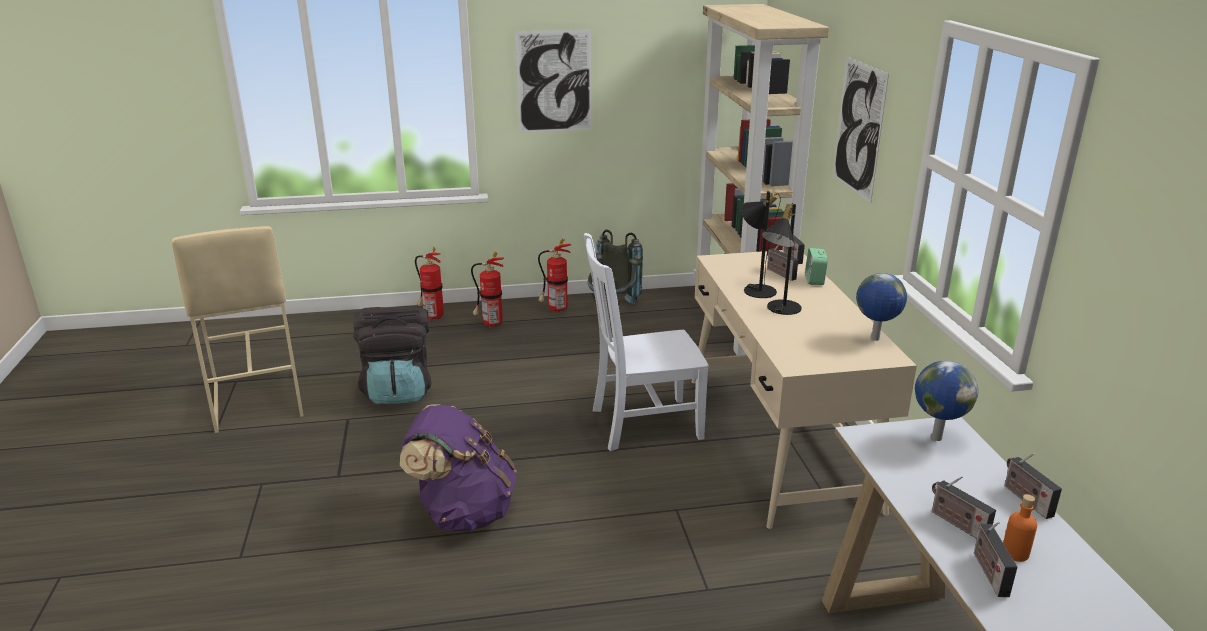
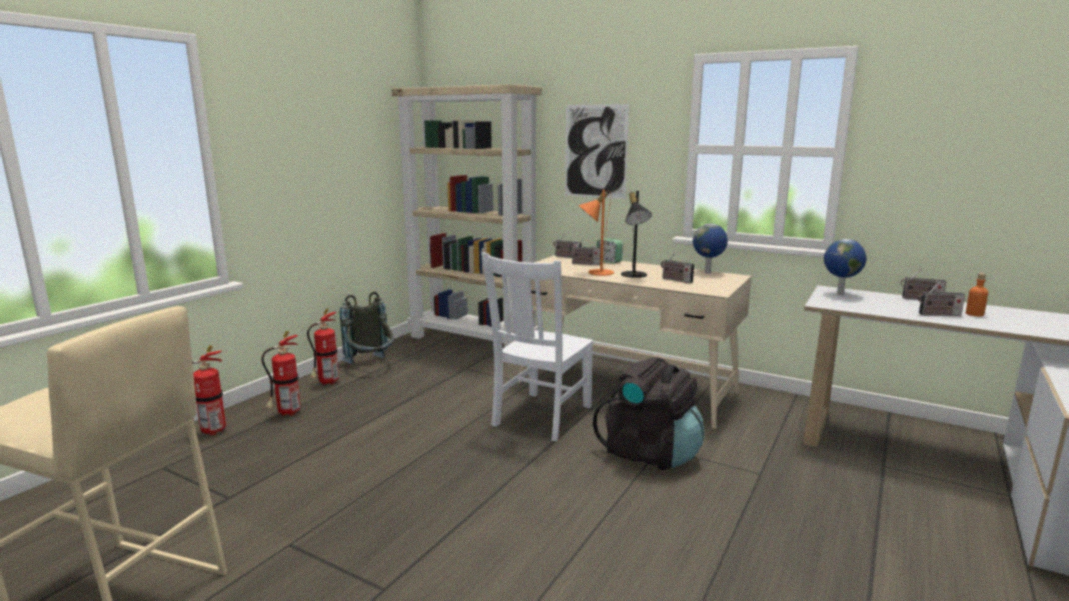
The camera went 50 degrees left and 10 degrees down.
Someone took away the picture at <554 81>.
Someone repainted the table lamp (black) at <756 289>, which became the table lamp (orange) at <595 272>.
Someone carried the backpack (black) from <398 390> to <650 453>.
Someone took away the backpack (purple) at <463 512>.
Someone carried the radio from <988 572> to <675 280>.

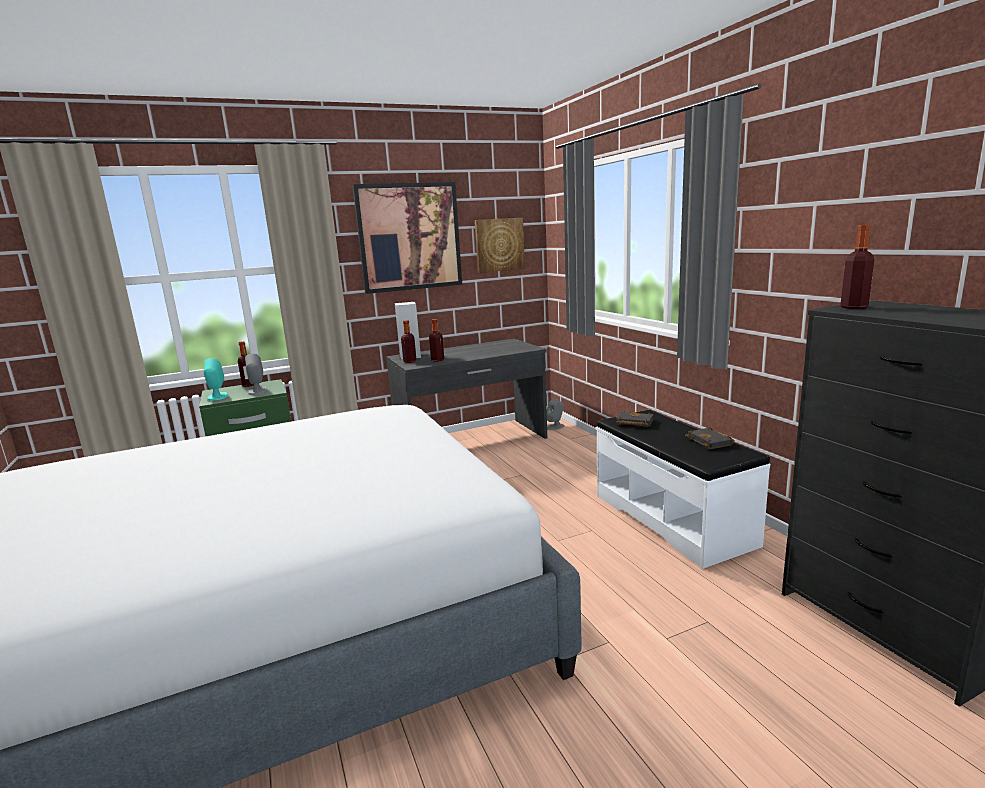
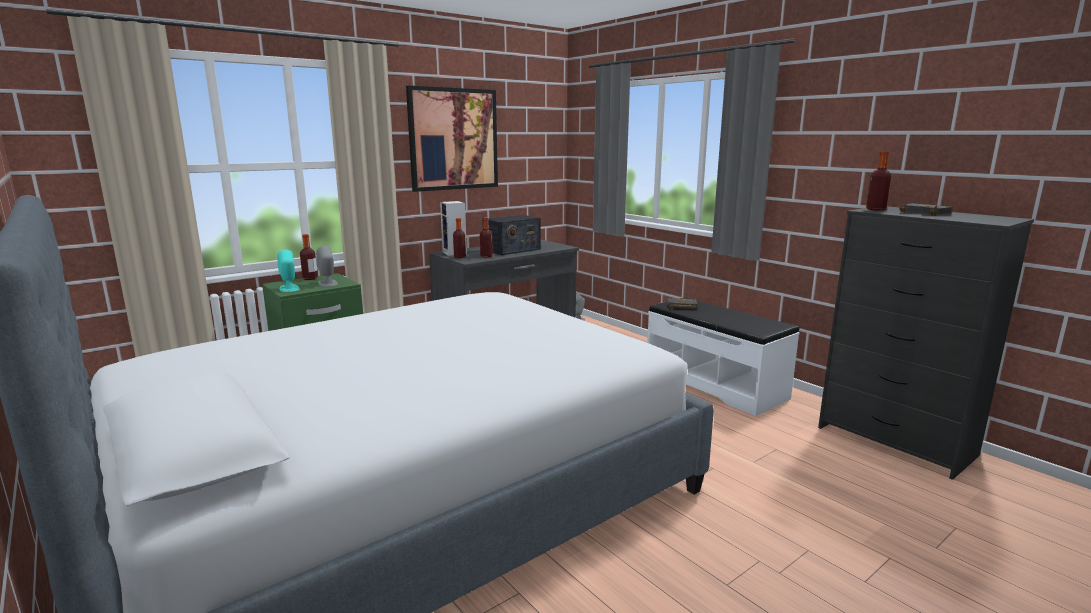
The camera went 15 degrees left and 0 degrees up.
Someone took away the picture at <499 245>.
Someone carried the book (black) from <711 442> to <927 213>.
Someone put down the radio at <511 250>.

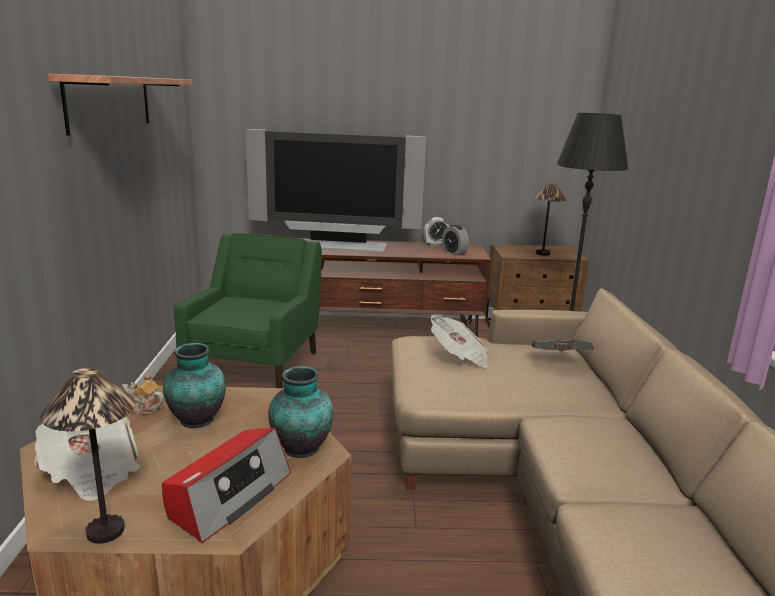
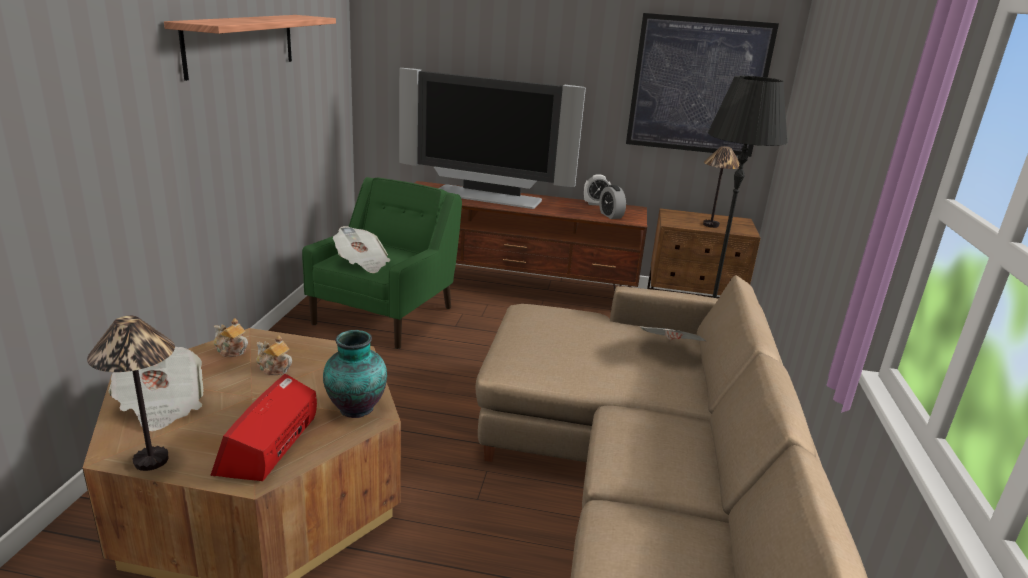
The camera went 10 degrees right and 5 degrees up.
Someone carried the newspaper from <459 357> to <362 263>.
Someone swapped the vase at <197 421> for the teapot at <273 368>.
Someone rotated the radio at <228 496> by 150 degrees clockwise.
Someone put up the picture at <698 86>.

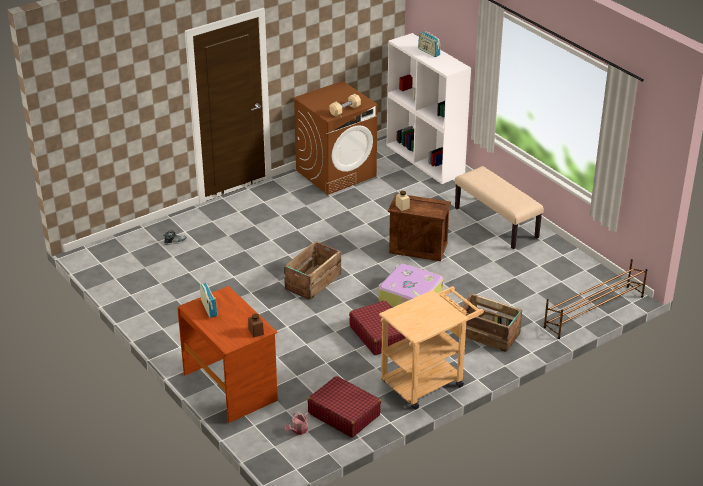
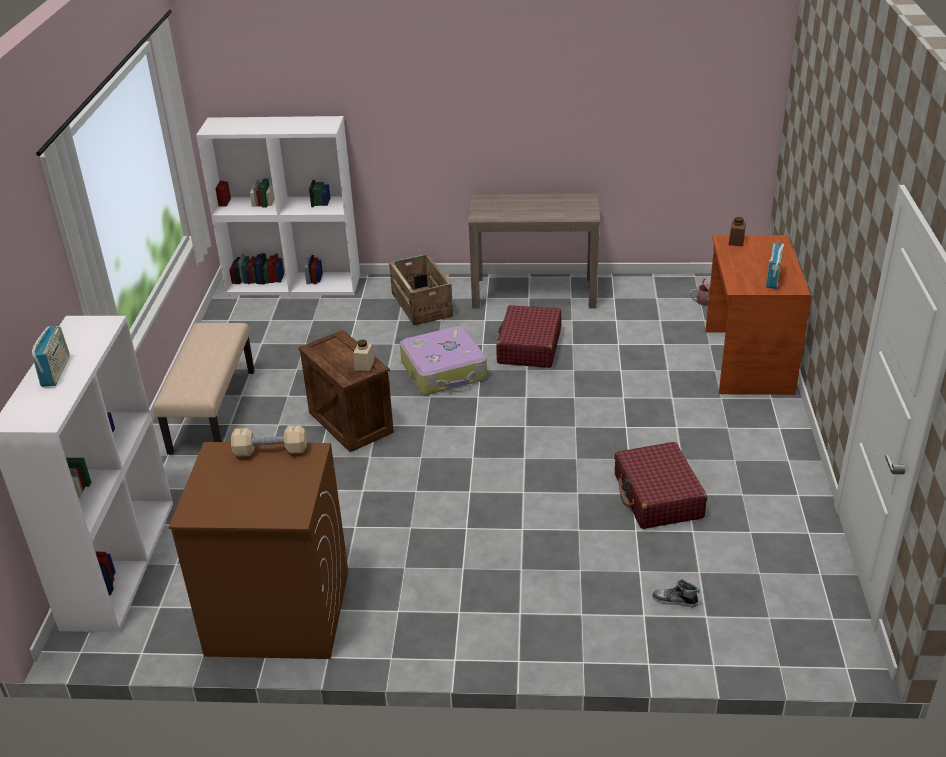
The camera went 140 degrees left and 0 degrees up.
Someone took away the crate at <312 282>.
Someone swapped the shoe rack (brown) at <593 312> for the bookcase (white) at <295 284>.
Someone swapped the cart (beige) at <428 380> for the console table (brown) at <534 292>.
Someone carried the suitcase (red) from <344 414> to <657 497>.

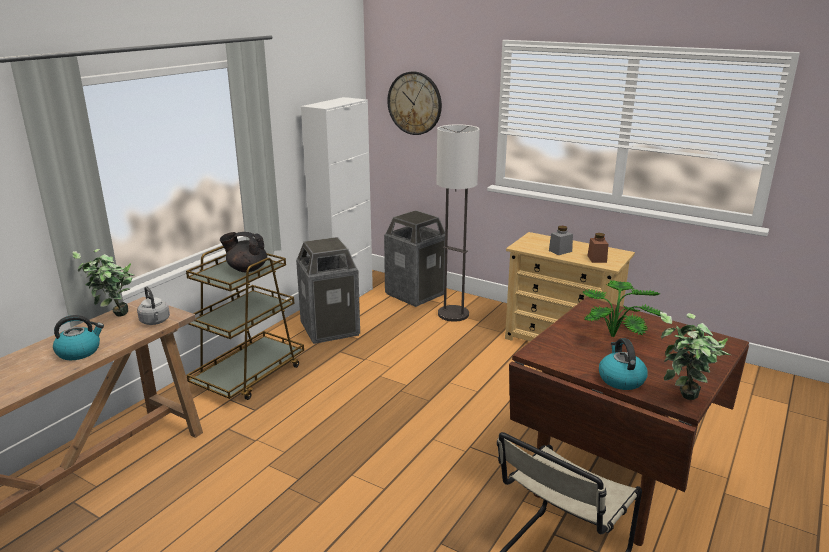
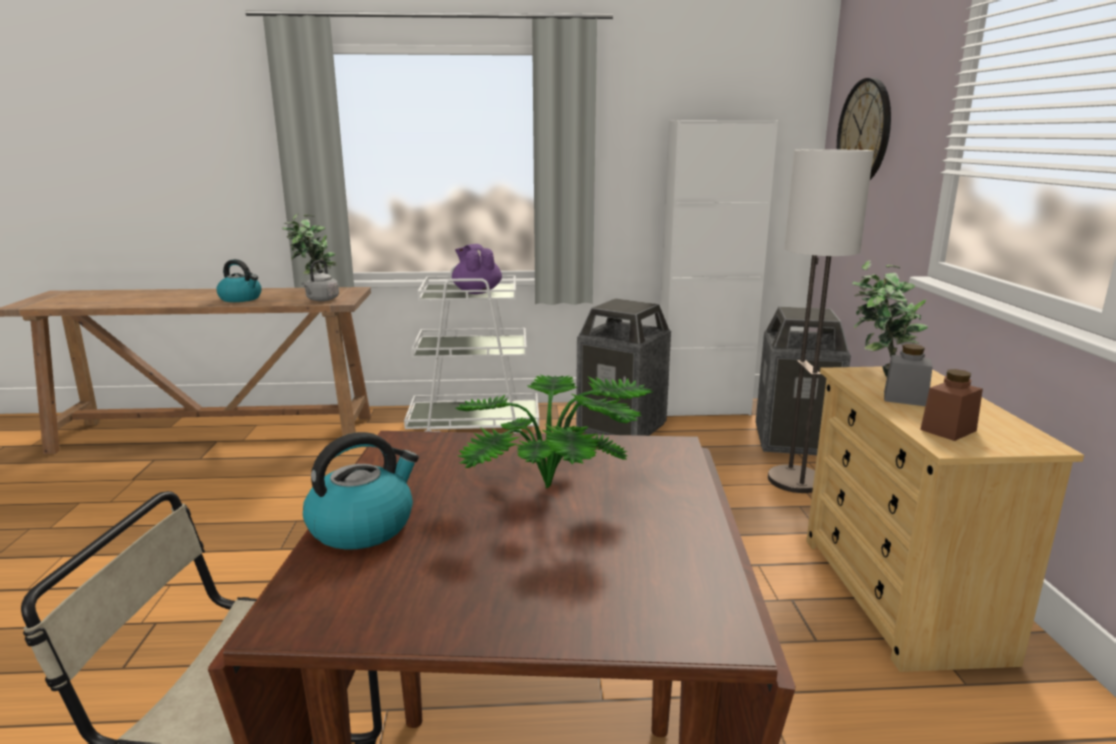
The camera went 55 degrees right and 5 degrees down.
Someone repainted the teapot (black) at <246 269>, which became the teapot (purple) at <476 292>.
Someone repainted the cart (brown) at <249 375>, which became the cart (white) at <475 428>.
Someone carried the potted plant from <682 400> to <878 375>.

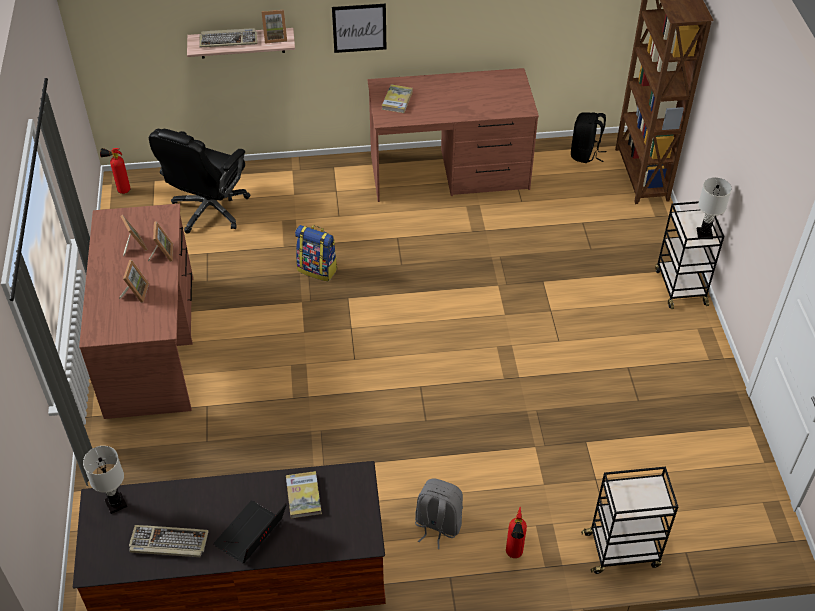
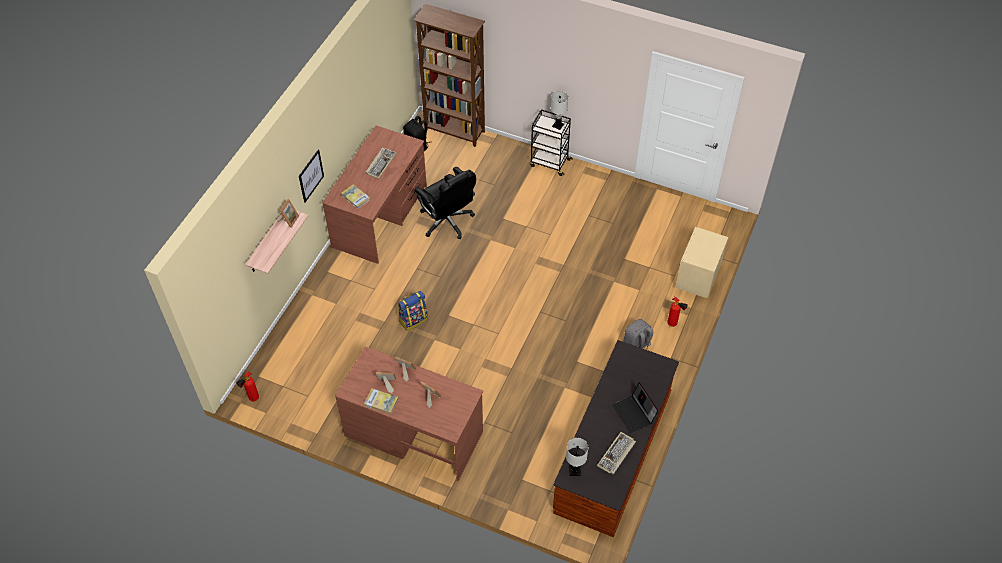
The camera went 60 degrees left and 5 degrees up.
Someone carried the keyboard from <229 40> to <380 163>.
Someone carried the office chair (black) from <209 210> to <447 221>.
Someone swapped the cart (black) at <622 550> for the nightstand (beige) at <696 279>.
Someone carried the book from <303 496> to <381 402>.

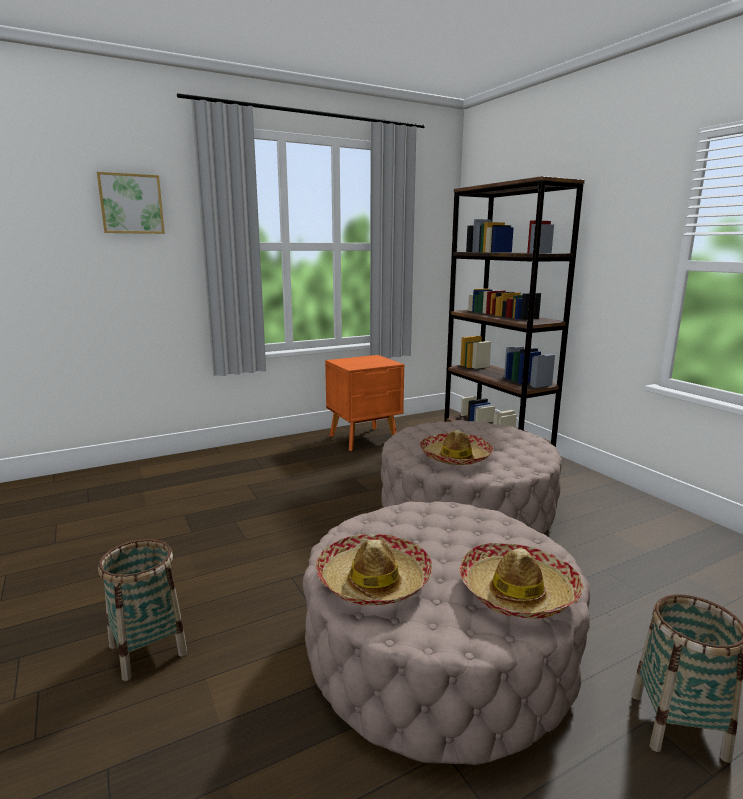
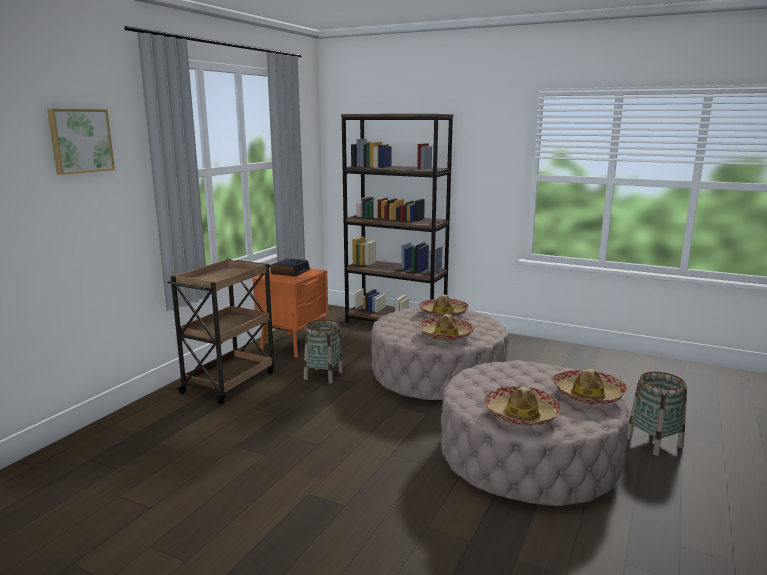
The camera went 35 degrees left and 0 degrees up.
Someone carried the basket from <148 650> to <323 375>.
Someone put down the alarm clock at <290 271>.
Someone put down the cart (brown) at <230 382>.
Someone put down the hat at <443 313>.

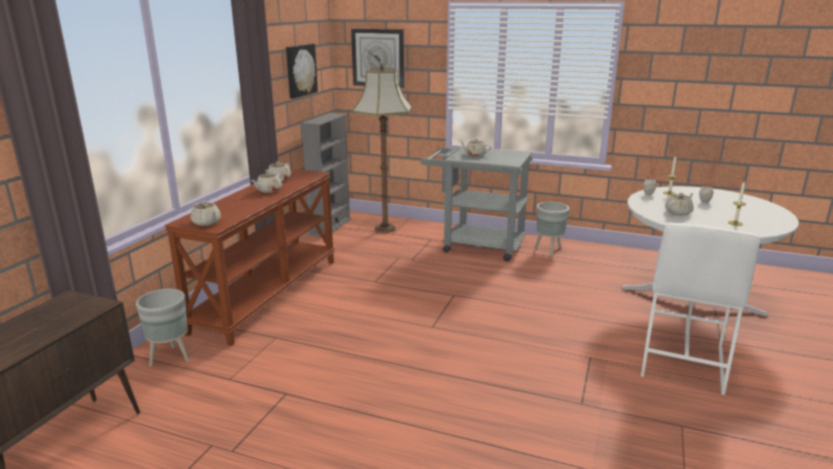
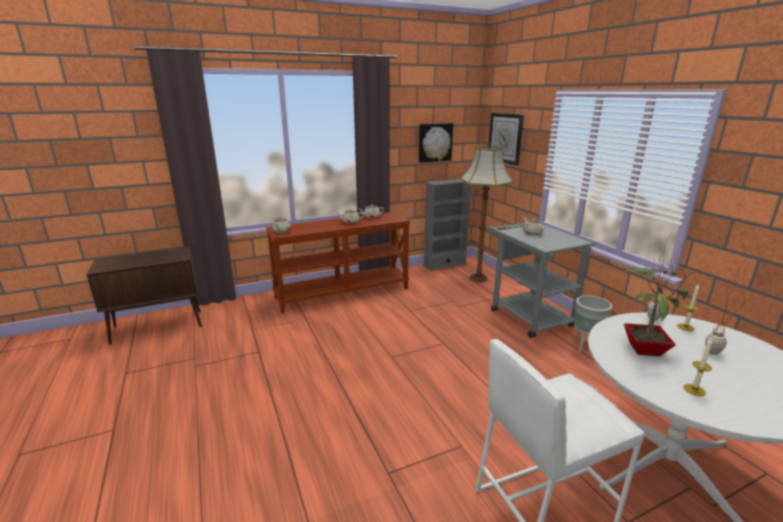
The camera went 45 degrees right and 0 degrees up.
Someone swapped the teapot (beige) at <678 212> for the potted plant at <643 348>.
Someone took away the planter (grey) at <170 357>.

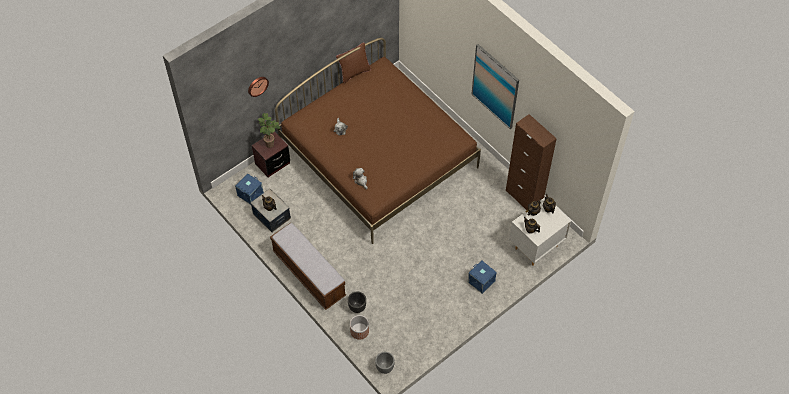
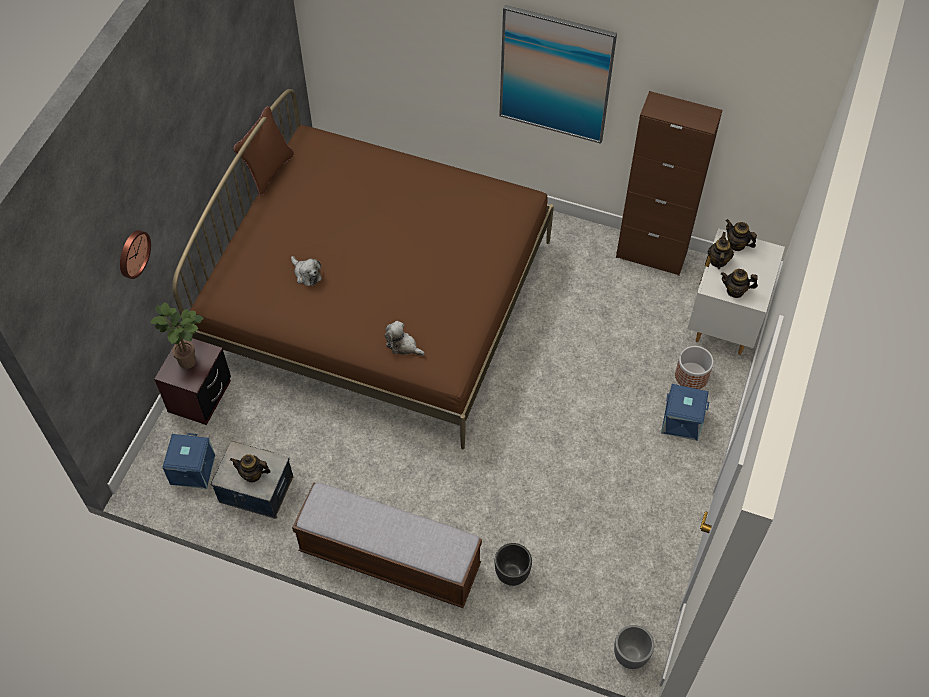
The camera went 30 degrees left and 0 degrees up.
Someone carried the planter from <359 331> to <691 376>.

